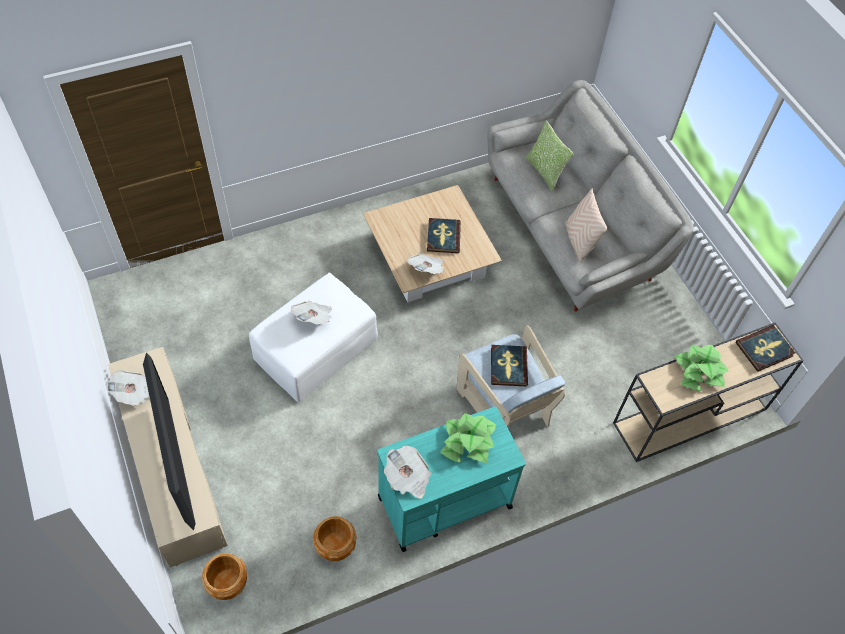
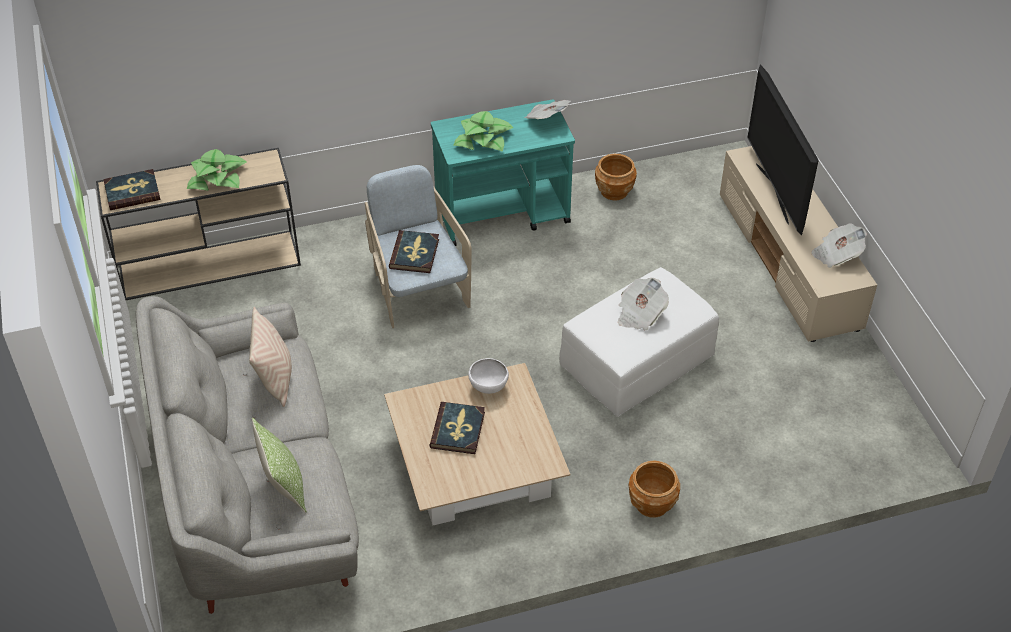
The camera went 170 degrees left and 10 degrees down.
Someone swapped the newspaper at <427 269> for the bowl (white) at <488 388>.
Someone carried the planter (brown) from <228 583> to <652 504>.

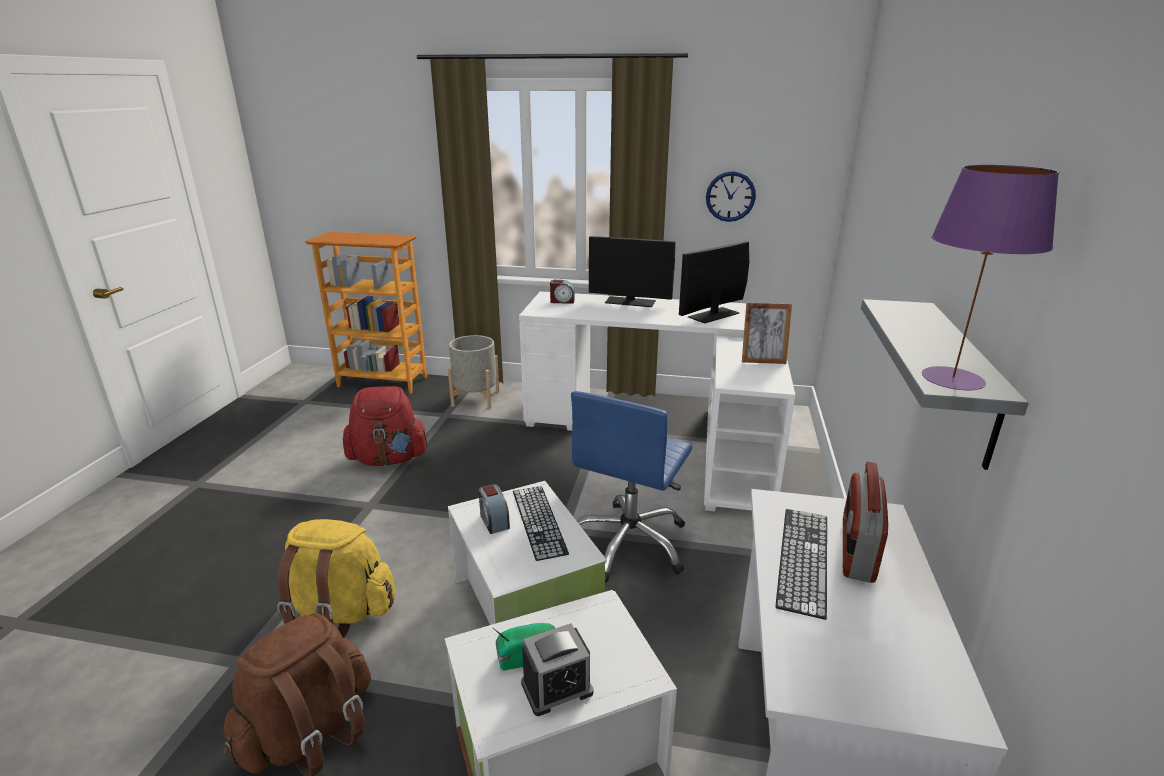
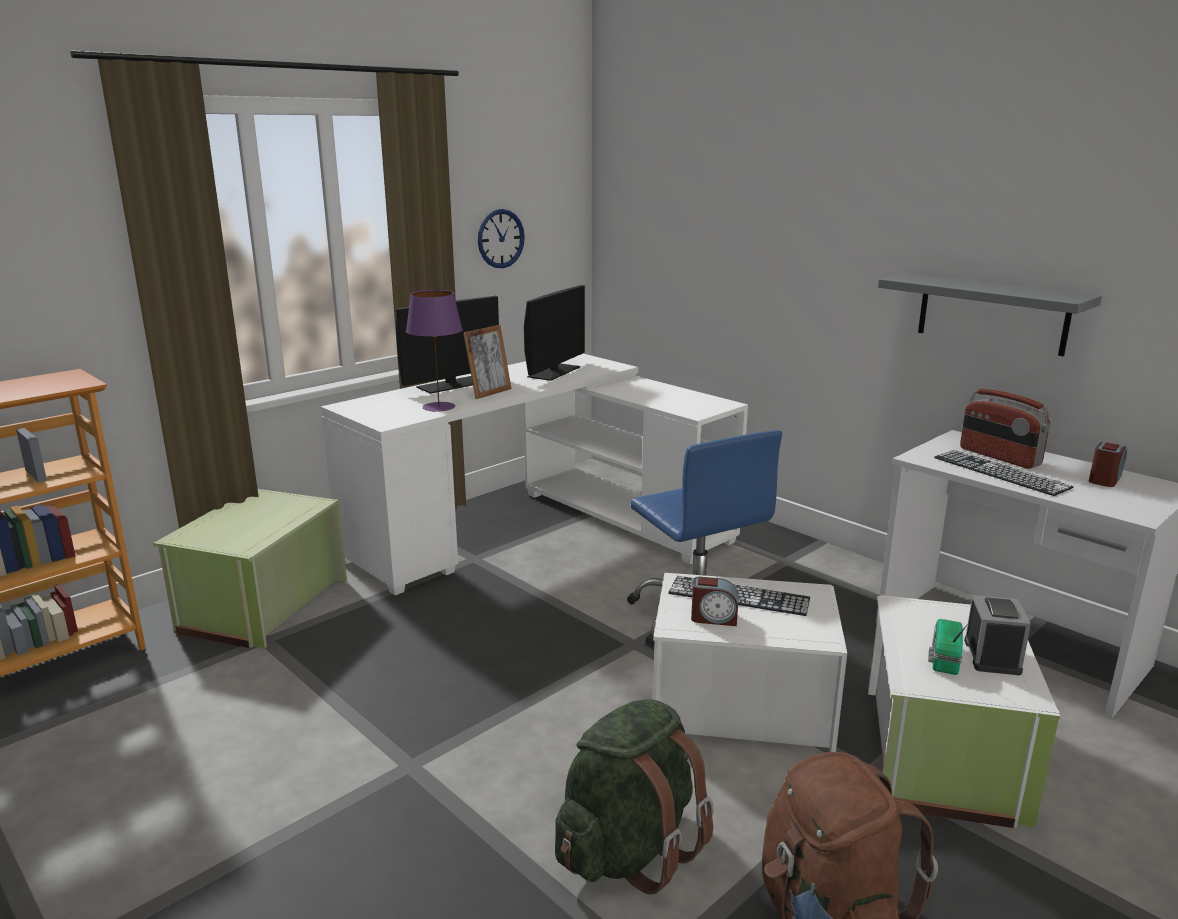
The camera went 55 degrees left and 5 degrees down.
Someone carried the table lamp (purple) from <951 378> to <438 407>.
Someone rotated the monitor at <713 315> by 150 degrees counterclockwise.
Someone carried the alarm clock from <562 301> to <1105 479>.
Someone carried the picture frame from <762 360> to <489 393>.
Someone swapped the planter (grey) at <475 398> for the storage box (green) at <261 605>.
Someone took away the backpack (red) at <389 459>.
Someone repainted the backpack (yellow) at <340 613>, which became the backpack (green) at <629 849>.

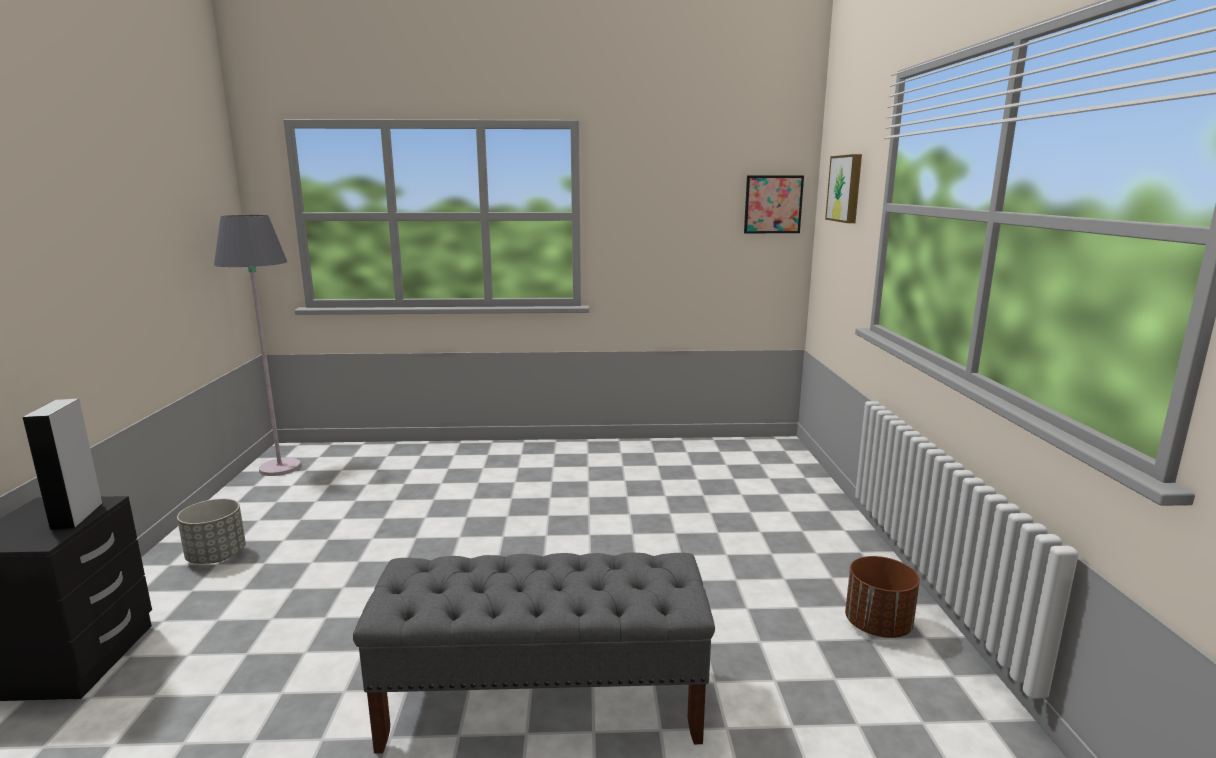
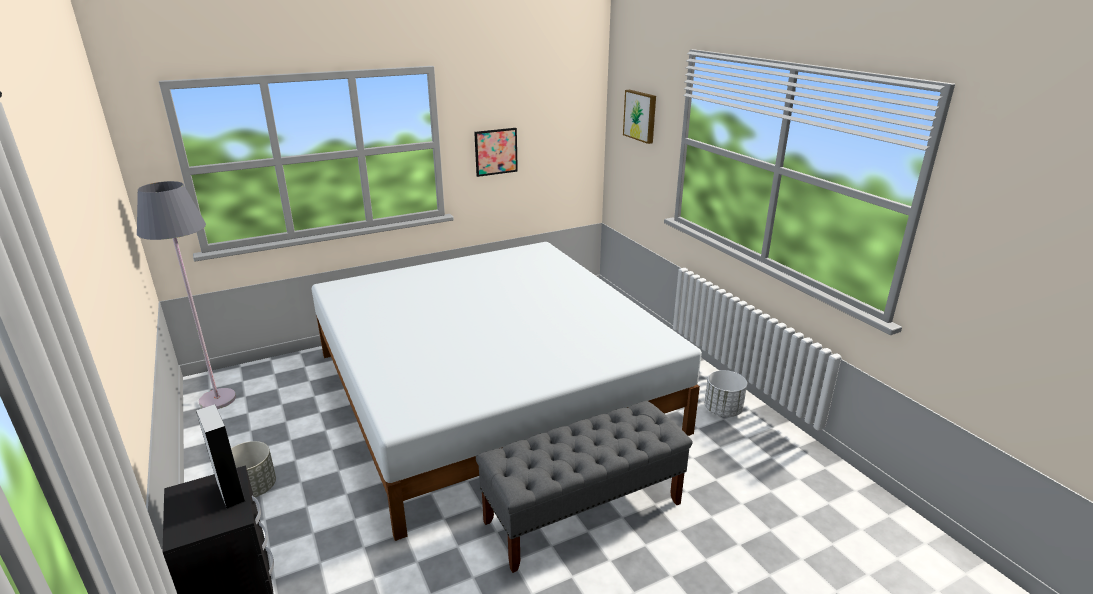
The camera went 25 degrees left and 10 degrees up.
Someone carried the picture from <773 204> to <496 151>.
Someone repainted the planter (brown) at <877 626>, which became the planter (white) at <723 410>.
Someone put down the bed (white) at <491 391>.

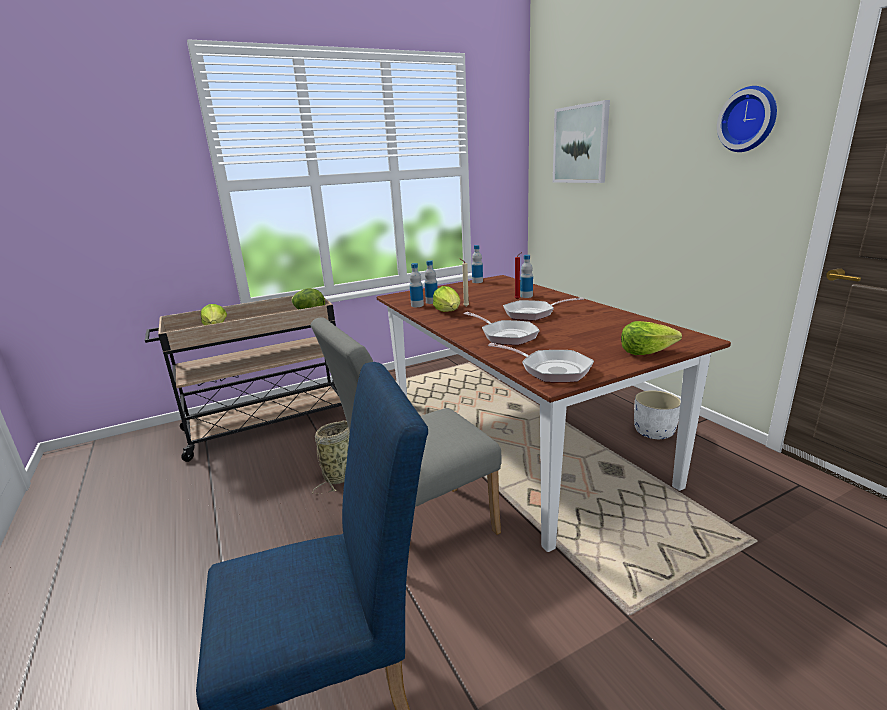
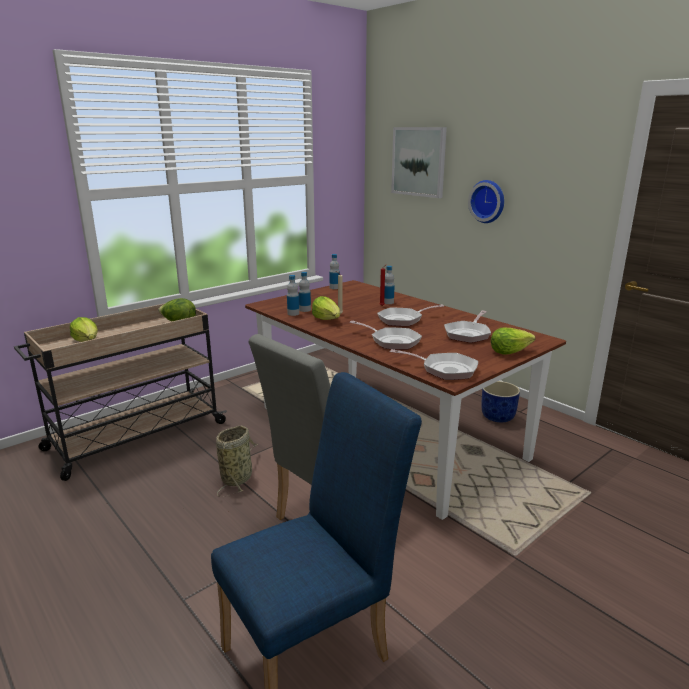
The camera went 15 degrees left and 0 degrees up.
Someone carried the wall clock from <749 119> to <488 201>.
Someone repainted the planter (white) at <653 432>, which became the planter (blue) at <497 416>.
Someone put down the frying pan at <468 334>.

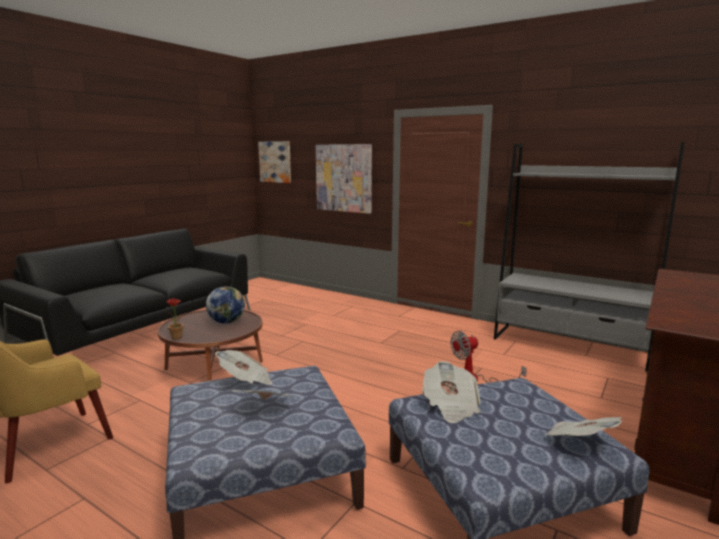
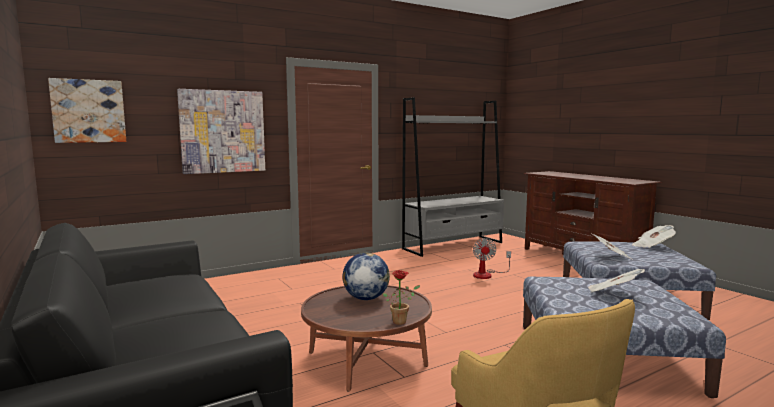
The camera went 65 degrees left and 5 degrees down.
Someone took away the newspaper at <246 381>.

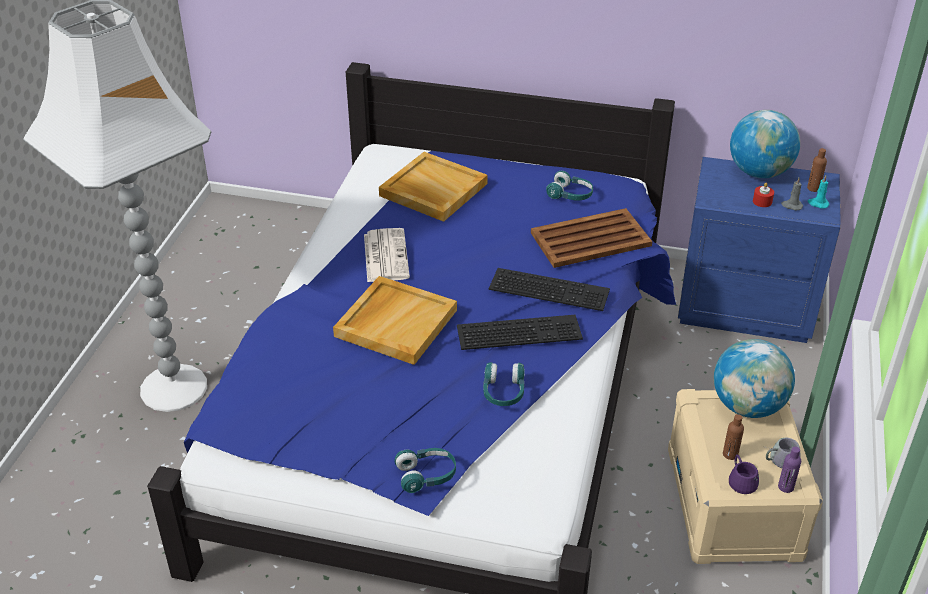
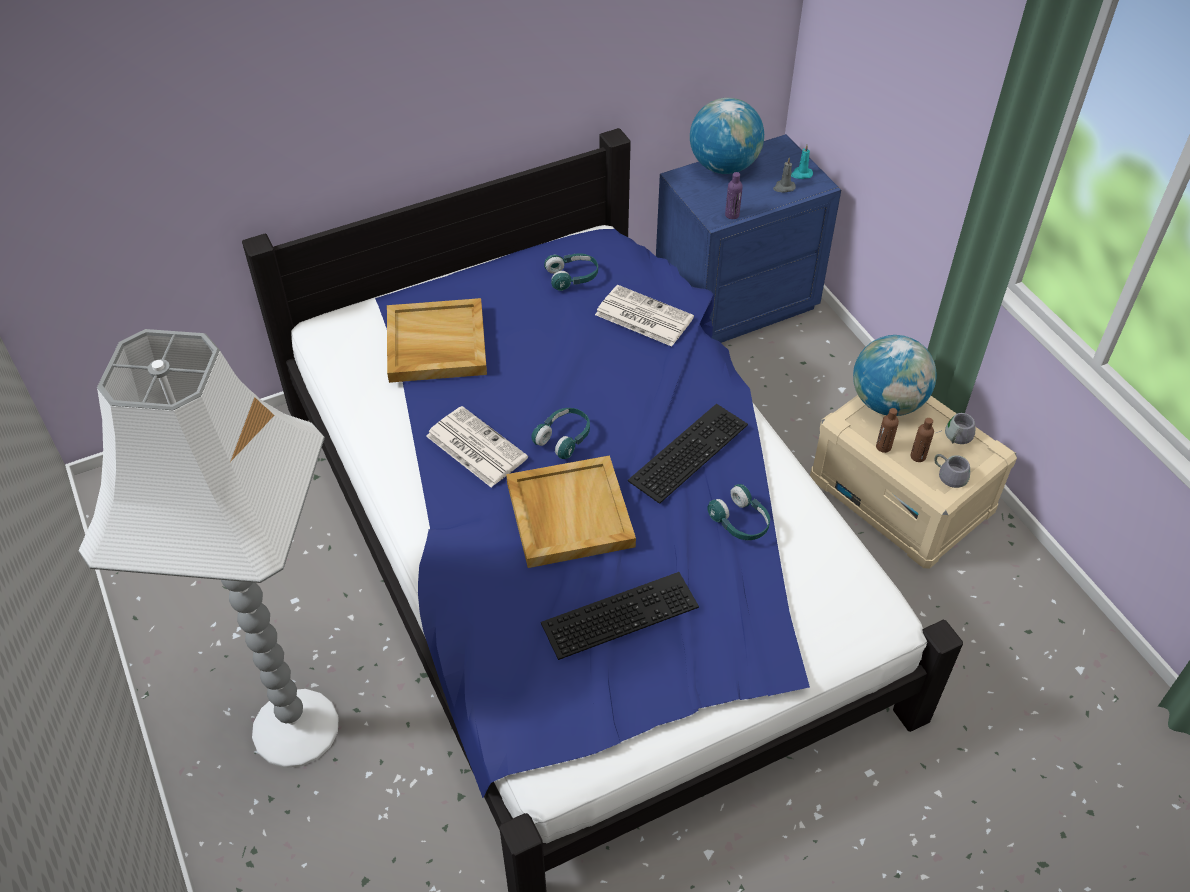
The camera went 40 degrees left and 10 degrees up.
Someone carried the bottle (brown) from <813 188> to <883 447>.
Someone took away the candle (red) at <762 201>.
Someone swapped the tray (brown) at <589 239> for the newspaper at <642 316>.
Someone carried the keyboard from <550 288> to <620 612>.
Someone carried the bottle (purple) from <785 487> to <732 215>.
Someone carried the headphones (turquoise) from <426 476> to <564 438>.
Someone repainted the mug (purple) at <744 480>, which became the mug (grey) at <951 473>.

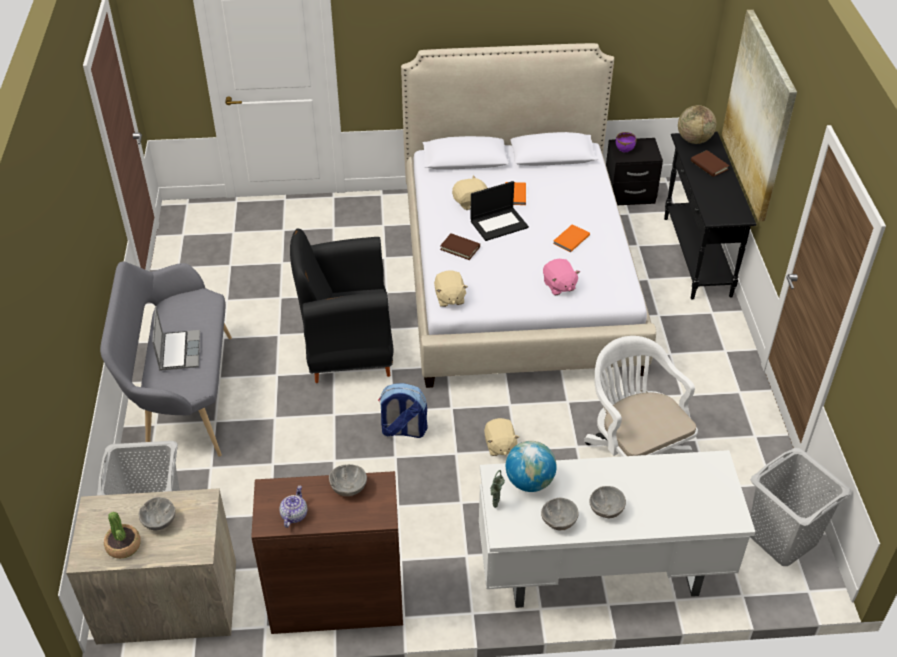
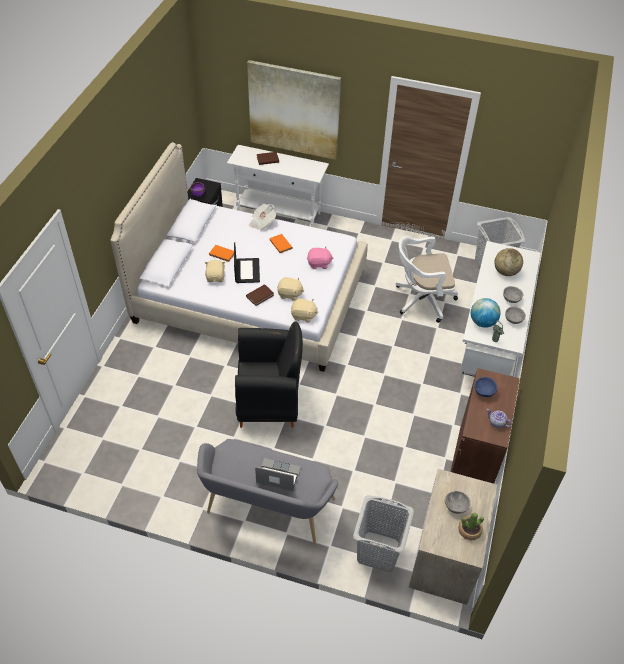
The camera went 70 degrees left and 5 degrees up.
Someone carried the globe from <694 140> to <505 272>.
Someone repainted the console table (black) at <696 256>, which became the console table (white) at <279 213>.
Someone rotated the armchair (black) at <347 349> by 105 degrees counterclockwise.
Someone took away the backpack at <403 430>.
Someone carried the plush toy (beige) from <499 445> to <290 294>.
Someone repainted the bowl (grey) at <348 488>, which became the bowl (blue) at <484 392>.
Someone put down the newspaper at <262 222>.

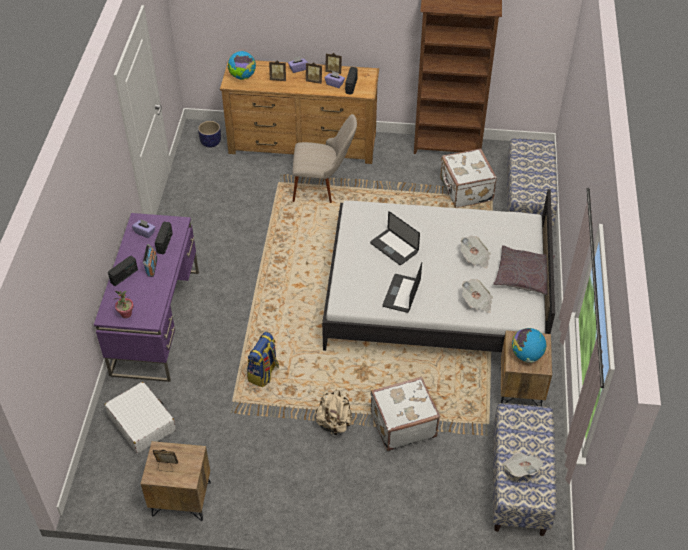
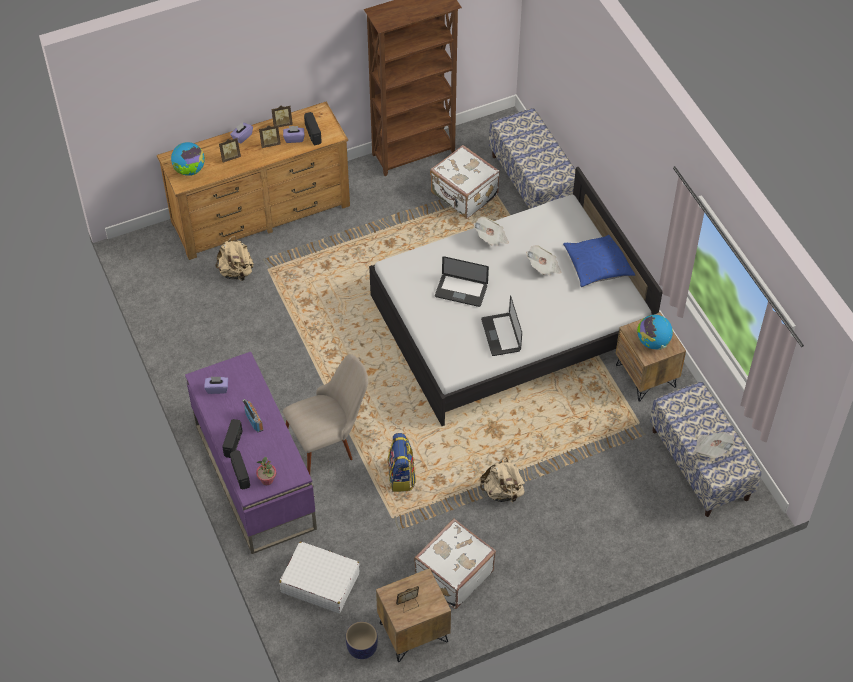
The camera went 30 degrees left and 5 degrees up.
Someone carried the chair (beige) from <323 187> to <329 442>.
Someone carried the planter from <210 142> to <362 648>.
Someone carried the radio from <165 243> to <241 474>.
Someone repainted the pillow (grey) at <523 275>, which became the pillow (blue) at <598 264>.
Someone carried the newspaper from <476 302> to <491 238>.
Someone carried the suitcase (white) from <402 424> to <453 574>.
Someone put down the backpack (beige) at <236 272>.

